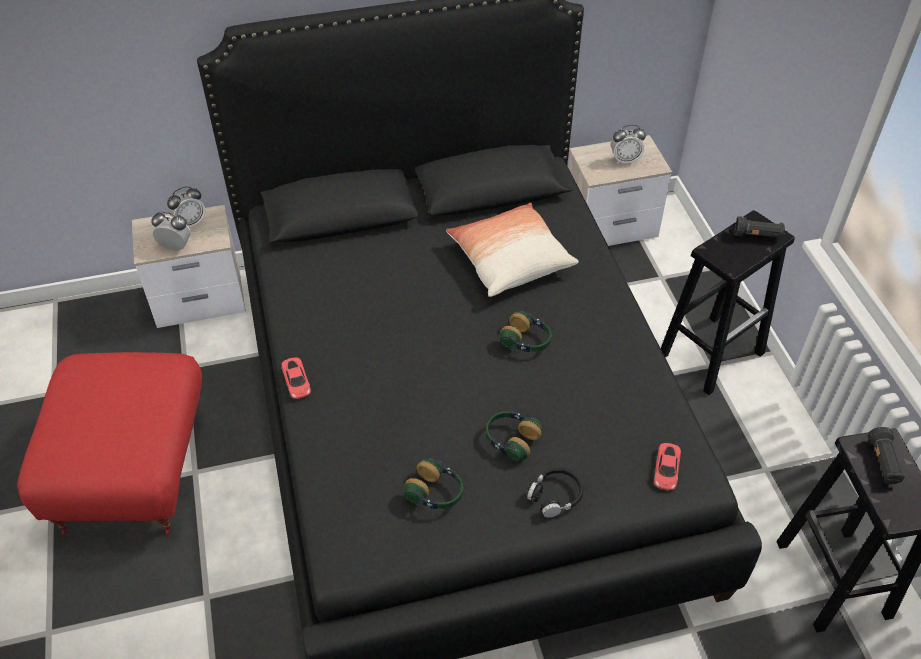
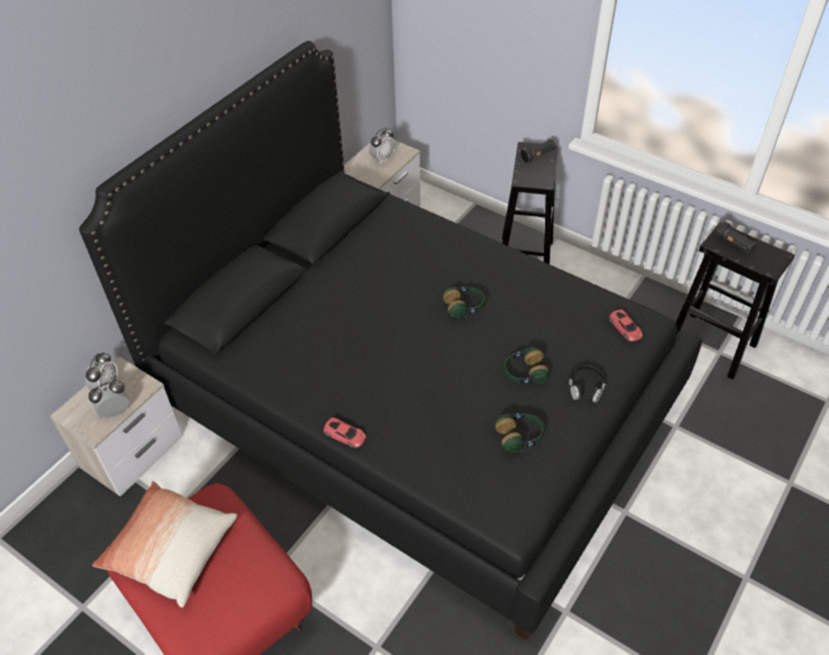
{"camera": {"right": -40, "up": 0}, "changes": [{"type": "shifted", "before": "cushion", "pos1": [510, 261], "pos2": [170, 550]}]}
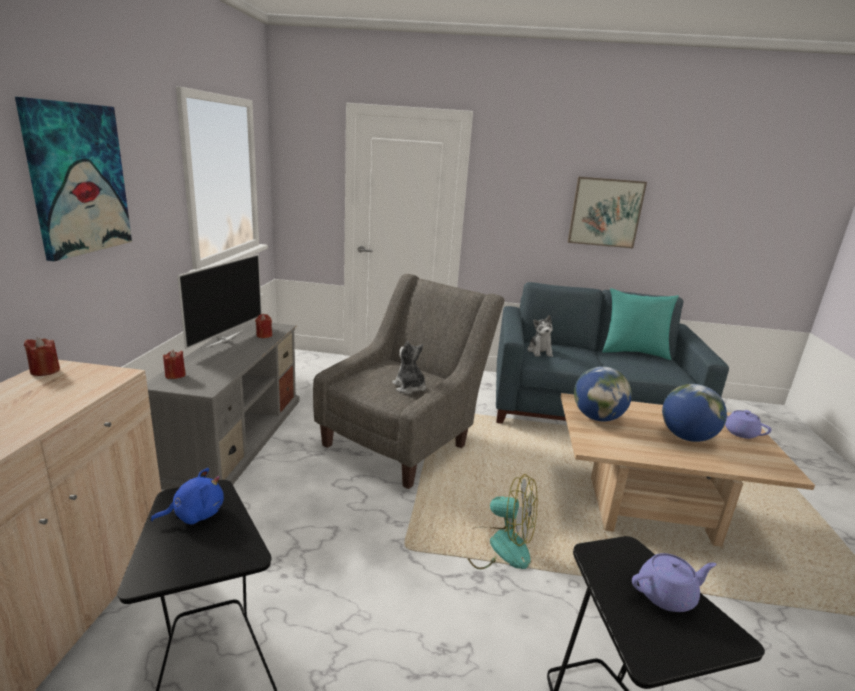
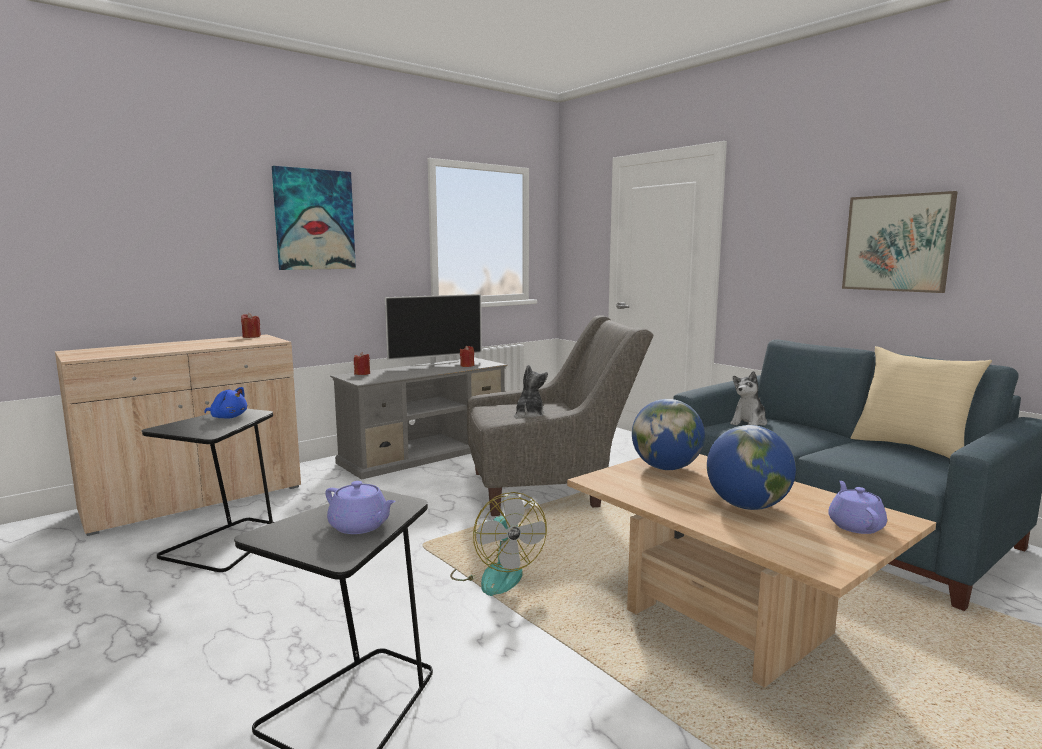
{"camera": {"right": 45, "up": -10}, "changes": [{"type": "repainted", "before": "turquoise-coloured cushion", "after": "sand-coloured cushion", "pos1": [633, 352], "pos2": [911, 447]}]}
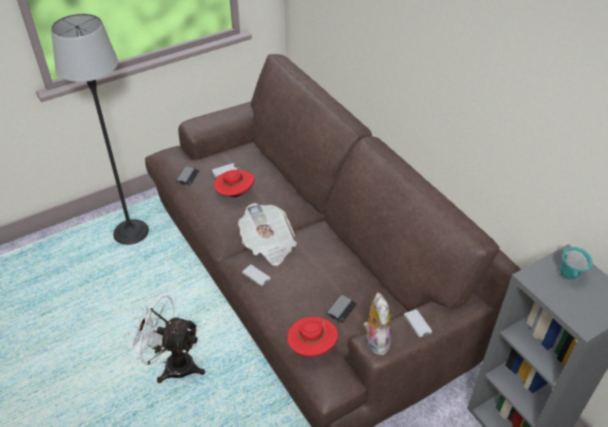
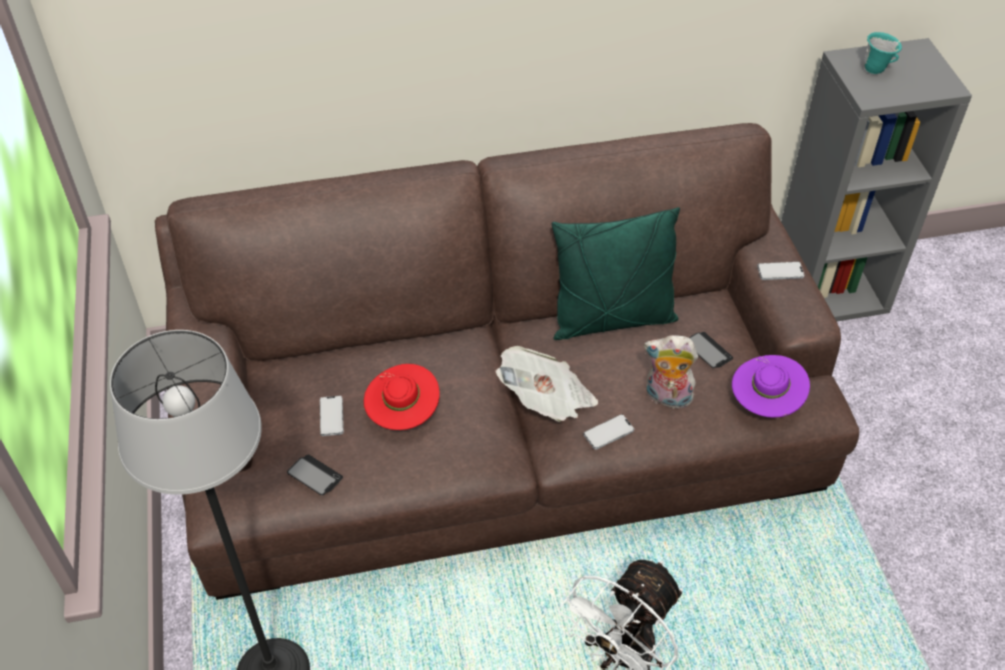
{"camera": {"right": -70, "up": 5}, "changes": [{"type": "repainted", "before": "red-coloured hat", "after": "purple-coloured hat", "pos1": [312, 347], "pos2": [765, 403]}, {"type": "shifted", "before": "cuddly toy", "pos1": [375, 340], "pos2": [666, 398]}, {"type": "new", "after": "green cushion", "pos2": [612, 319]}]}
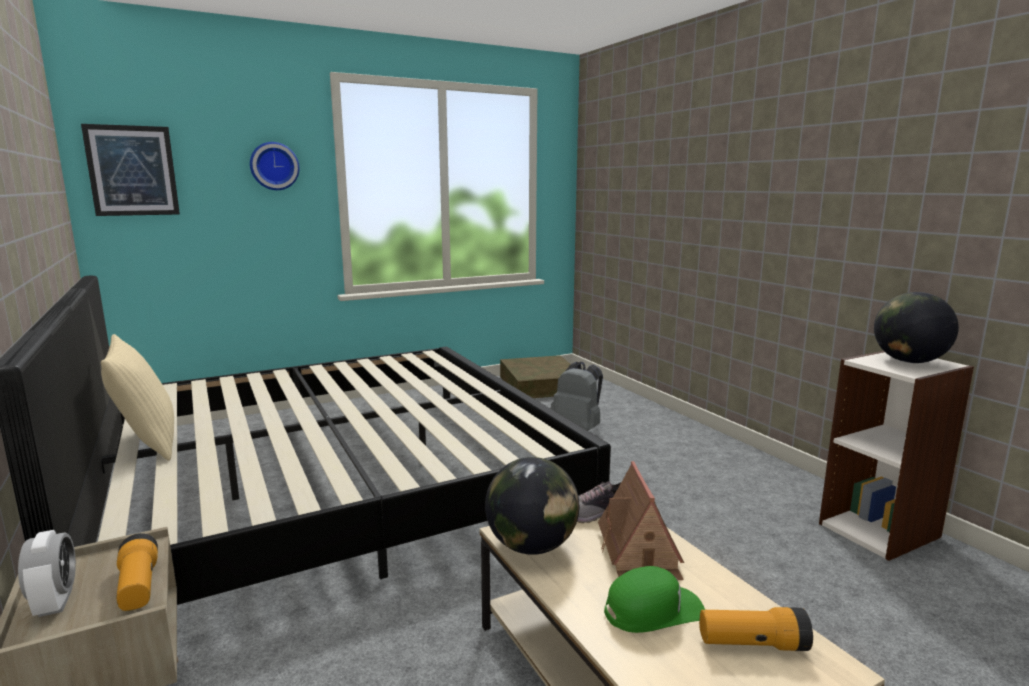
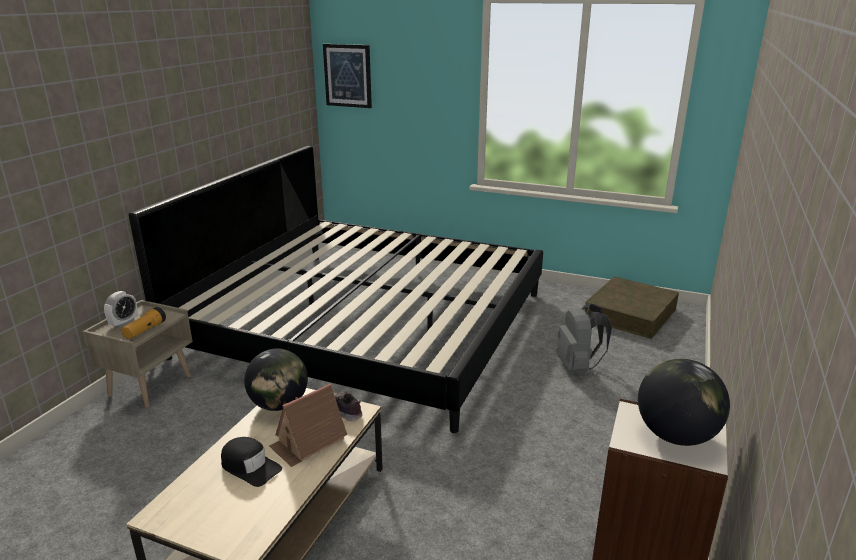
{"camera": {"right": 50, "up": 10}, "changes": [{"type": "gone", "before": "sand-coloured cushion", "pos1": [148, 444]}, {"type": "gone", "before": "wall clock", "pos1": [274, 166]}, {"type": "repainted", "before": "green cap", "after": "black-coloured cap", "pos1": [653, 610], "pos2": [250, 466]}, {"type": "gone", "before": "hand torch", "pos1": [752, 644]}]}
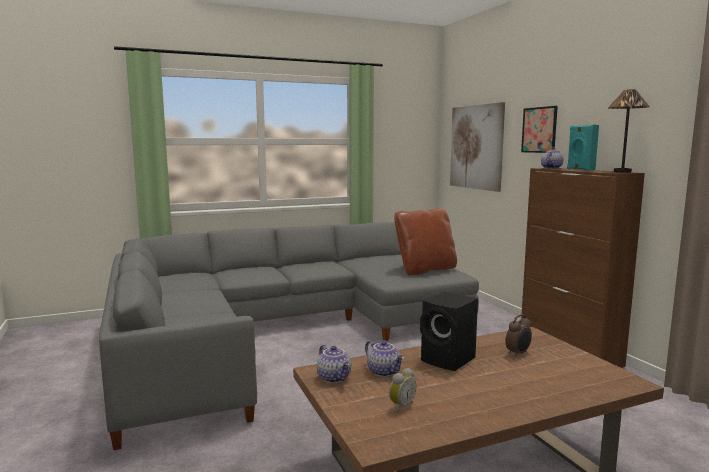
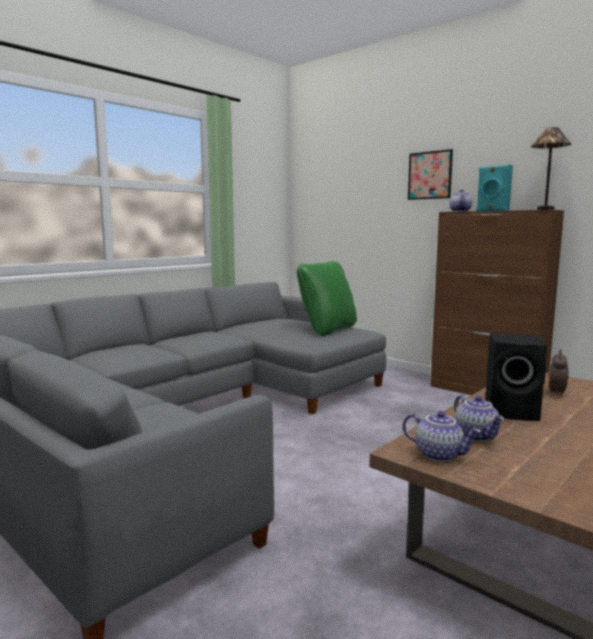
{"camera": {"right": -25, "up": 0}, "changes": [{"type": "rotated", "before": "pot for tea", "pos1": [384, 372], "pos2": [477, 436], "turn": 45}, {"type": "gone", "before": "alarm clock", "pos1": [401, 406]}, {"type": "repainted", "before": "brownish cushion", "after": "green cushion", "pos1": [425, 270], "pos2": [327, 330]}, {"type": "gone", "before": "wall art", "pos1": [476, 147]}]}
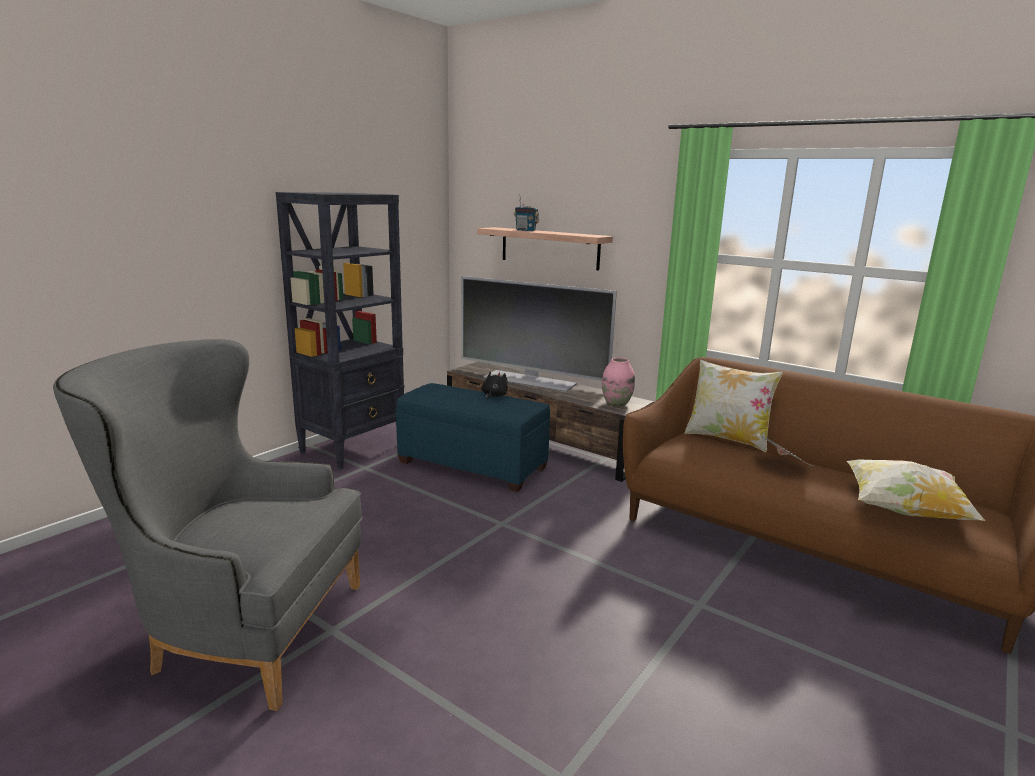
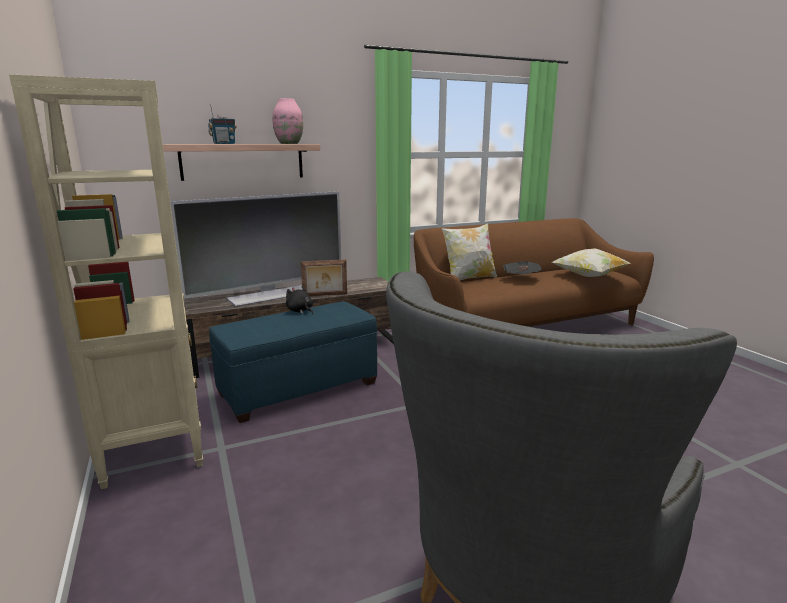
{"camera": {"right": -60, "up": 0}, "changes": [{"type": "repainted", "before": "black-coloured bookcase", "after": "sand-coloured bookcase", "pos1": [353, 448], "pos2": [154, 444]}, {"type": "shifted", "before": "pinkish decorative vase", "pos1": [616, 403], "pos2": [289, 143]}, {"type": "new", "after": "photo frame", "pos2": [325, 295]}]}
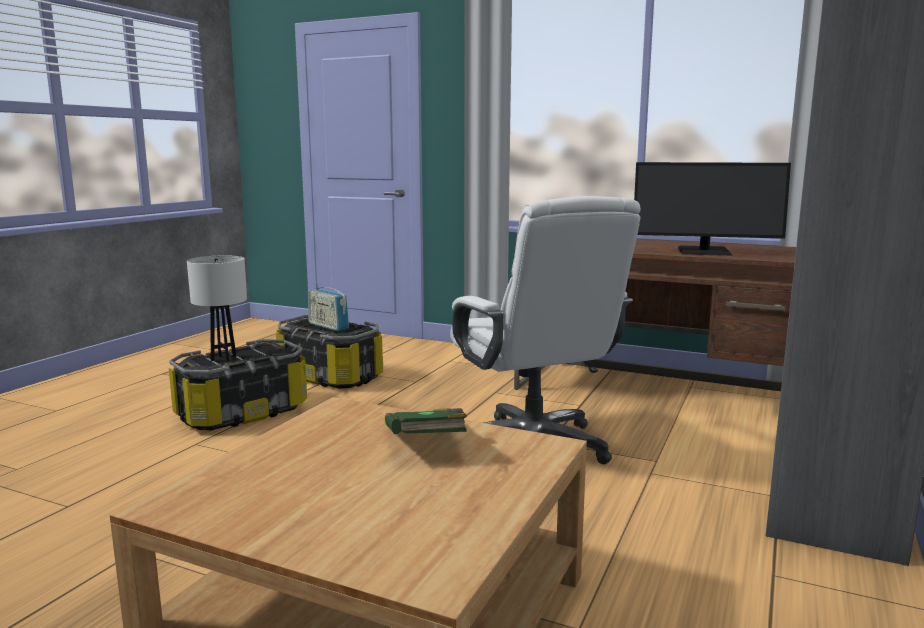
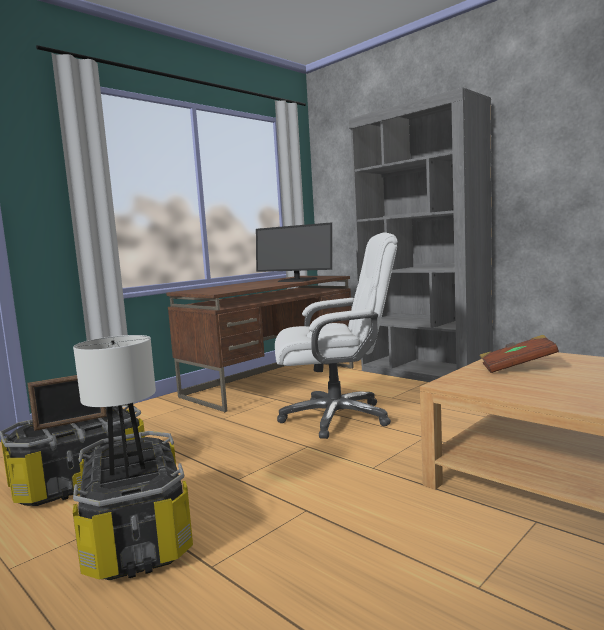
{"camera": {"right": -70, "up": -5}, "changes": [{"type": "swapped", "before": "radio set", "after": "photo frame", "pos1": [328, 326], "pos2": [71, 423]}, {"type": "repainted", "before": "green volume", "after": "brownish volume", "pos1": [426, 443], "pos2": [517, 368]}, {"type": "rotated", "before": "computer display", "pos1": [704, 252], "pos2": [296, 280], "turn": 90}]}
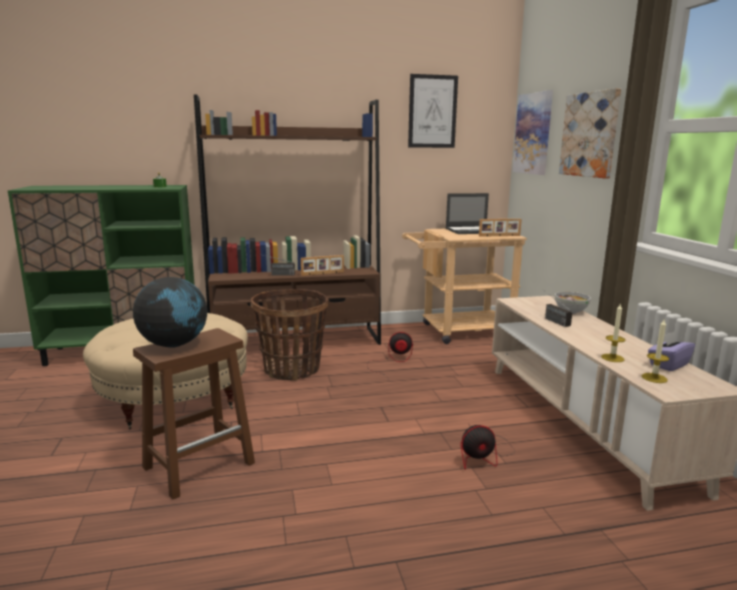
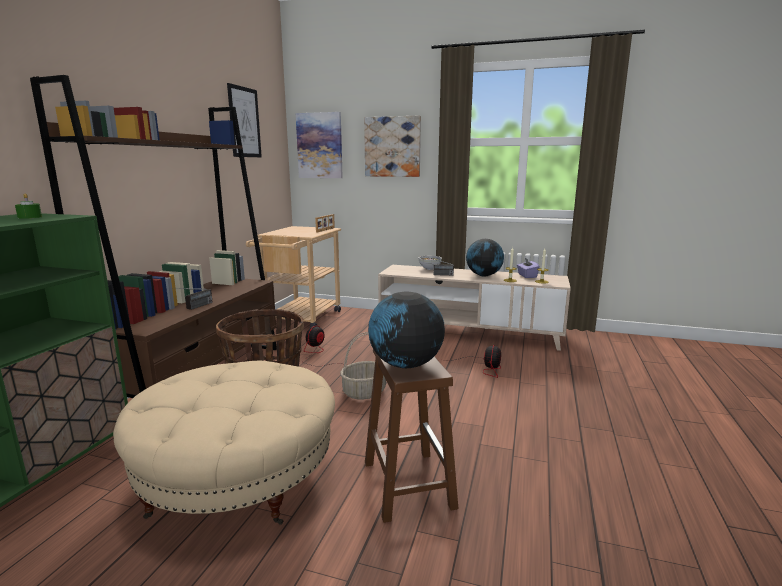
{"camera": {"right": -60, "up": 0}, "changes": [{"type": "gone", "before": "photo frame", "pos1": [323, 274]}, {"type": "gone", "before": "notebook computer", "pos1": [472, 231]}, {"type": "new", "after": "basket", "pos2": [364, 391]}, {"type": "new", "after": "globe", "pos2": [484, 275]}]}
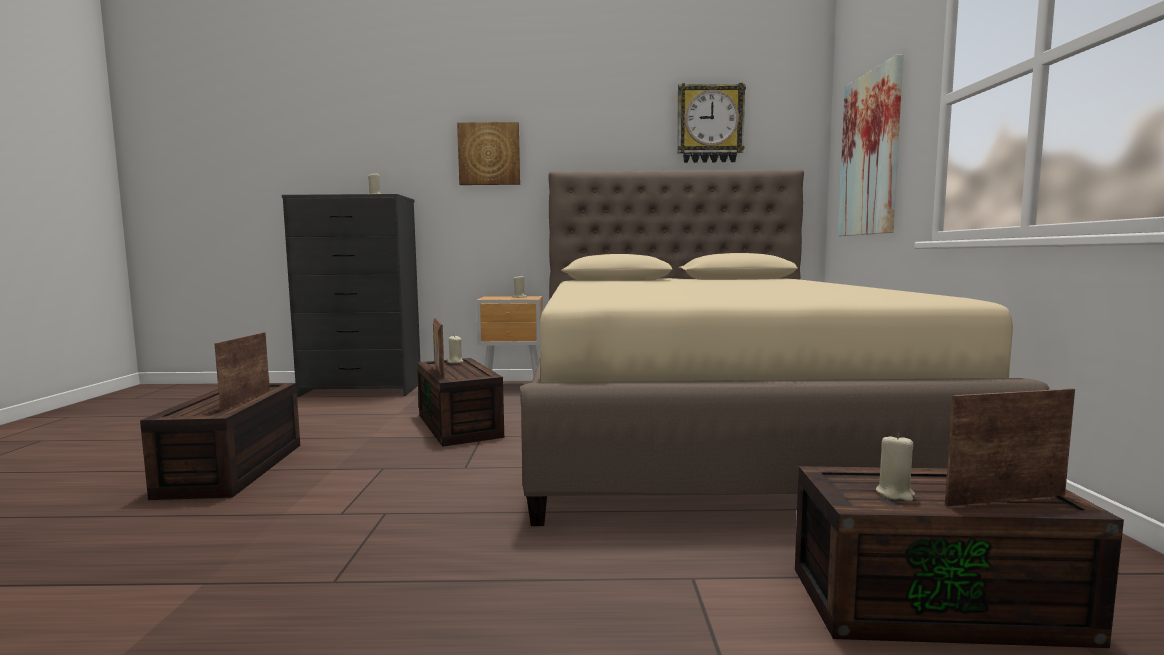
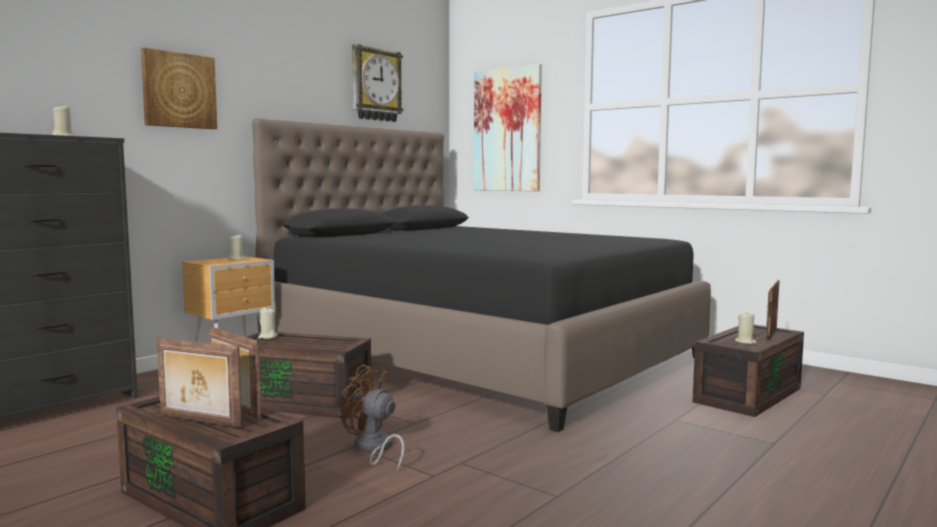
{"camera": {"right": -50, "up": 0}, "changes": [{"type": "shifted", "before": "photo frame", "pos1": [439, 372], "pos2": [199, 421]}, {"type": "repainted", "before": "sand-coloured bed", "after": "black-coloured bed", "pos1": [707, 427], "pos2": [479, 353]}, {"type": "new", "after": "brownish cooling fan", "pos2": [374, 449]}]}
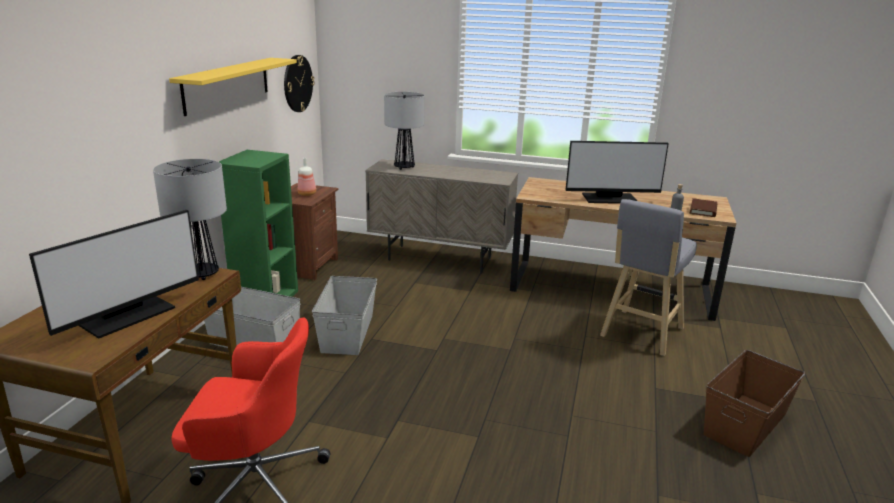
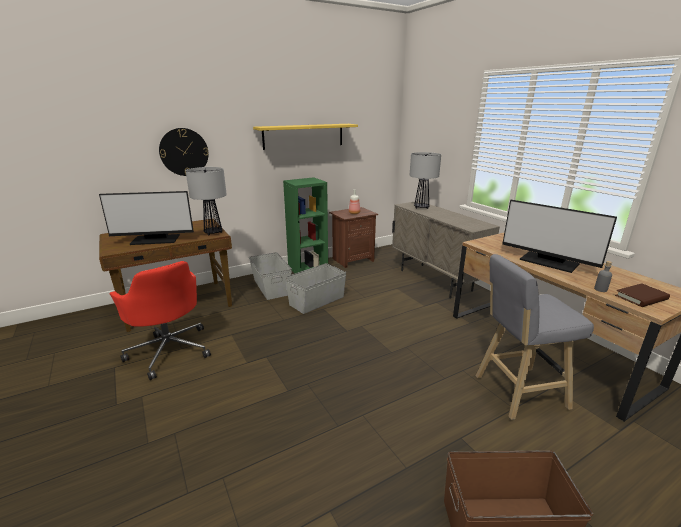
{"camera": {"right": 45, "up": 0}, "changes": [{"type": "shifted", "before": "wall clock", "pos1": [297, 83], "pos2": [184, 152]}]}
